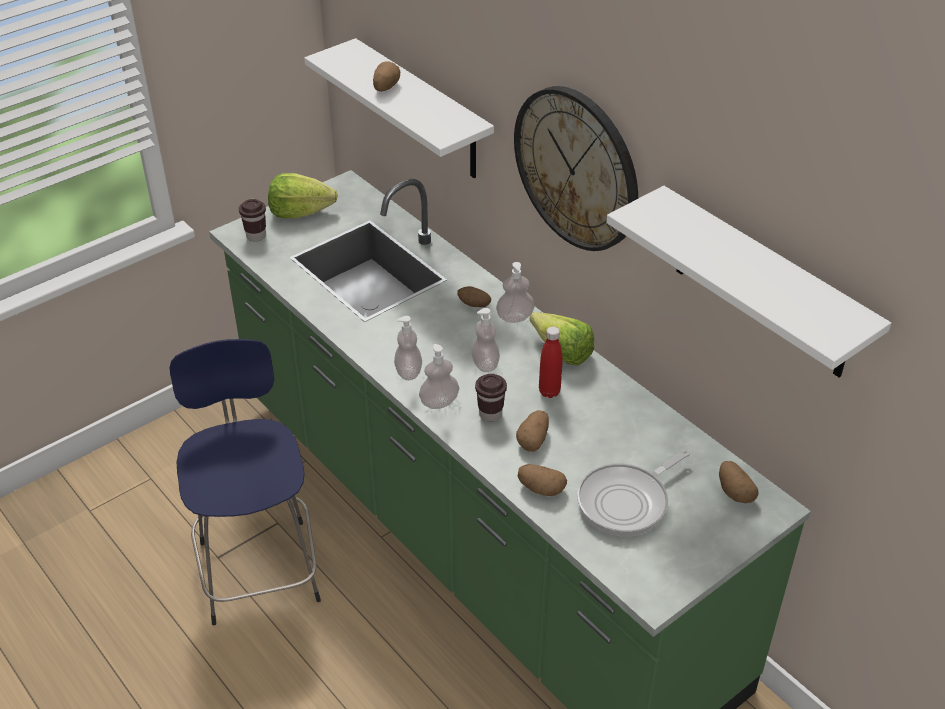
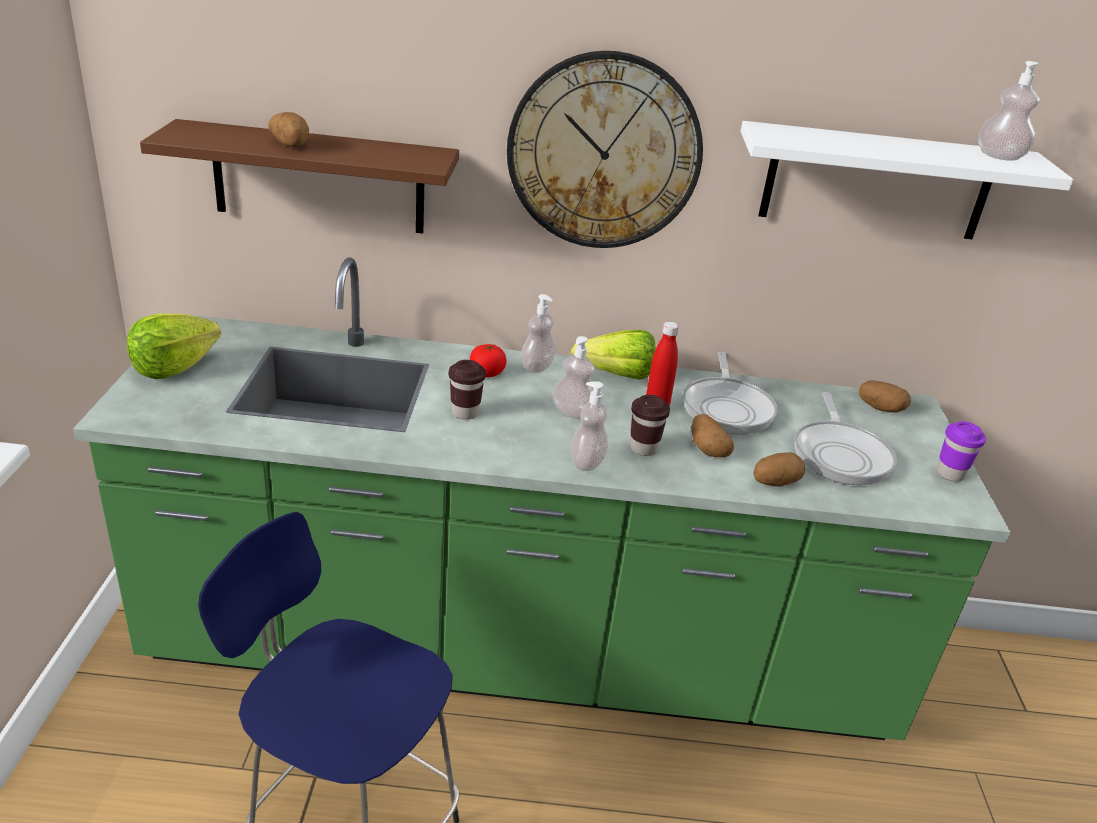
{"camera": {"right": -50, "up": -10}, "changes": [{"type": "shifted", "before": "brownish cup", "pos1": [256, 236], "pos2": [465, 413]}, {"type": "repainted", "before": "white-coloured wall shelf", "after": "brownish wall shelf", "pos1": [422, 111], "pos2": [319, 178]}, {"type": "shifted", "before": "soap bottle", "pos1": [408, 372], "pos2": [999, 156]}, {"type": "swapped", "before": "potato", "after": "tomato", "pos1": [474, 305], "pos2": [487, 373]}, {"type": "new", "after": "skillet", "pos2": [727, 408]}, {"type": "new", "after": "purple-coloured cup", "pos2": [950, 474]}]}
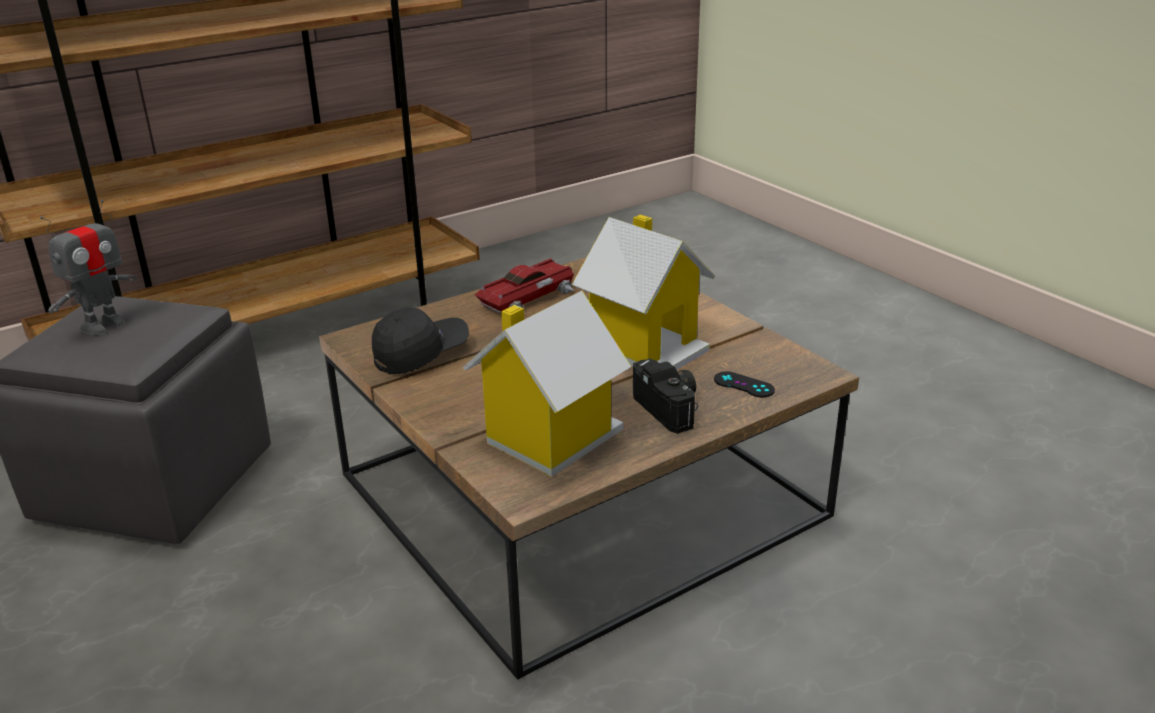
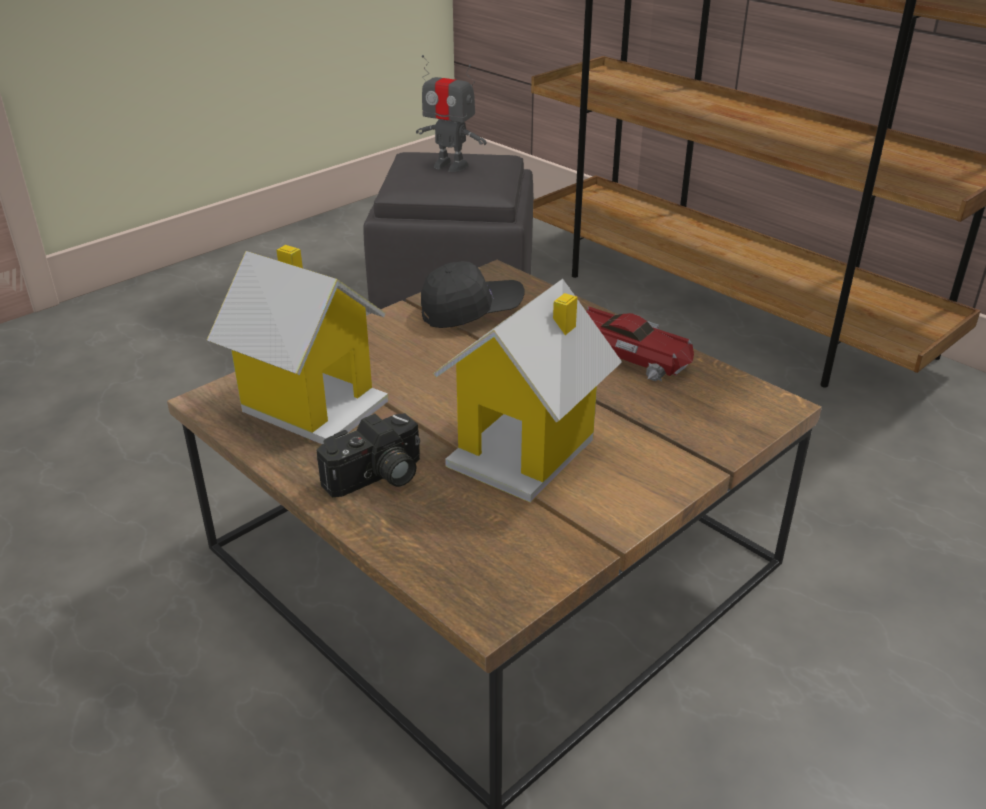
{"camera": {"right": 80, "up": 5}, "changes": [{"type": "rotated", "before": "black-coloured cap", "pos1": [421, 354], "pos2": [471, 312], "turn": -60}, {"type": "gone", "before": "black-coloured joypad", "pos1": [743, 385]}]}
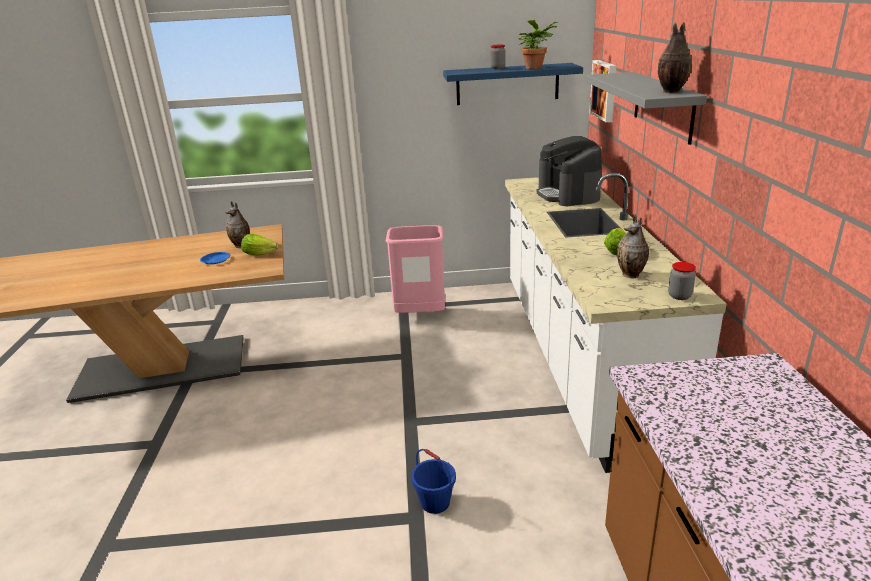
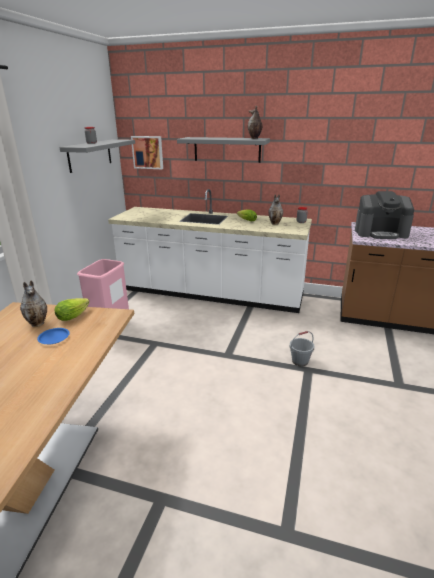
{"camera": {"right": -70, "up": 0}, "changes": [{"type": "repainted", "before": "bluish bucket", "after": "gray bucket", "pos1": [435, 502], "pos2": [300, 361]}, {"type": "repainted", "before": "bluish wall shelf", "after": "gray wall shelf", "pos1": [507, 84], "pos2": [90, 155]}, {"type": "gone", "before": "potted plant", "pos1": [535, 67]}, {"type": "shifted", "before": "coffee maker", "pos1": [568, 194], "pos2": [381, 233]}]}
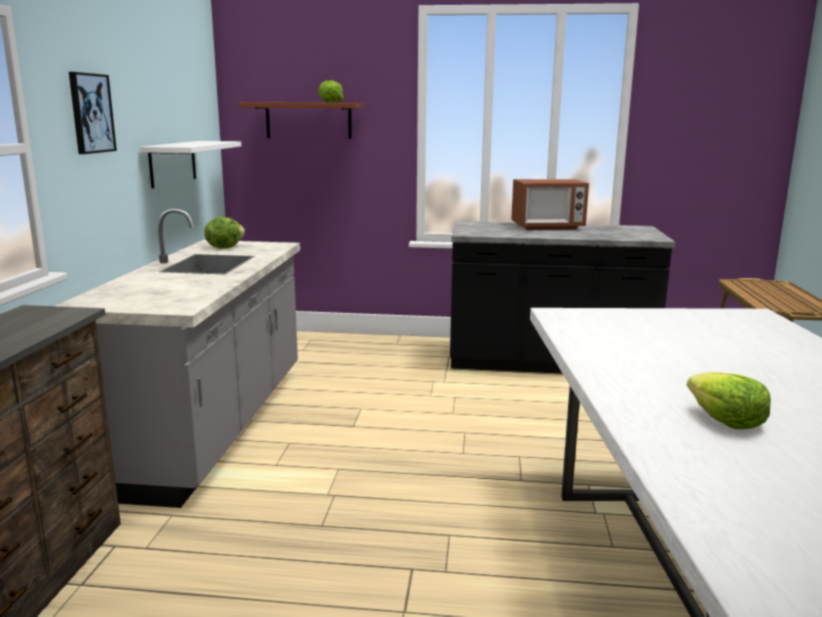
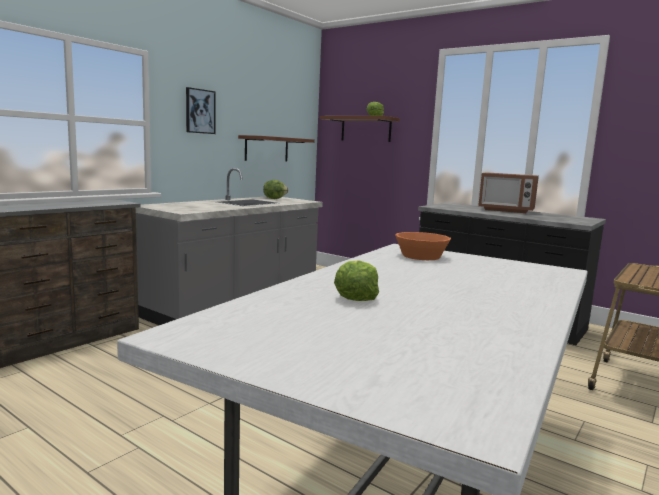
{"camera": {"right": 30, "up": -5}, "changes": [{"type": "repainted", "before": "white-coloured wall shelf", "after": "brownish wall shelf", "pos1": [173, 163], "pos2": [266, 149]}, {"type": "new", "after": "orange-coloured deep dish", "pos2": [421, 256]}]}
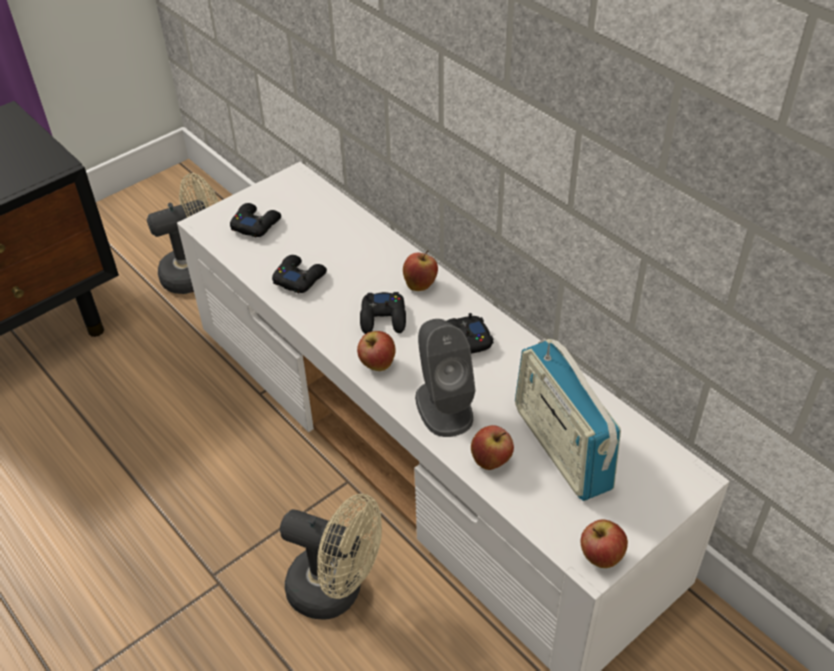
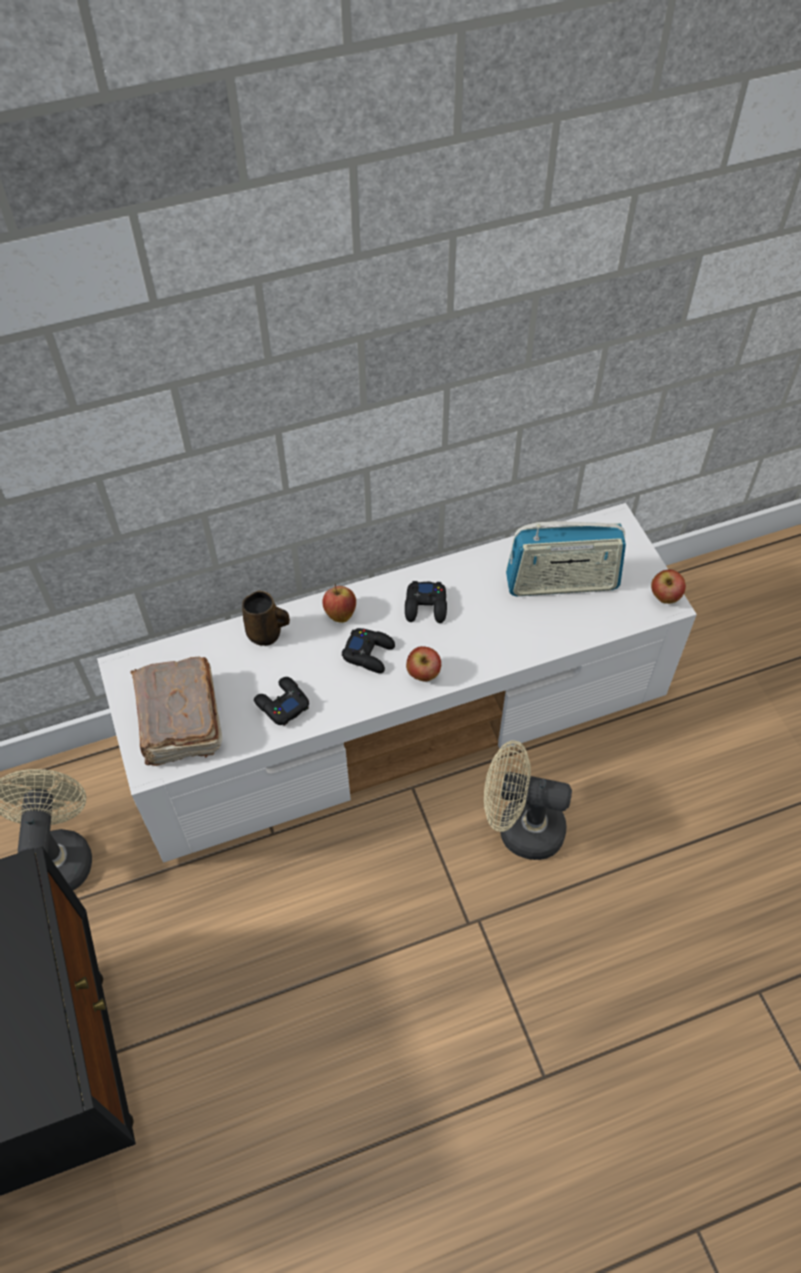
{"camera": {"right": -70, "up": 10}, "changes": [{"type": "swapped", "before": "black-coloured joypad", "after": "brownish volume", "pos1": [255, 224], "pos2": [179, 722]}, {"type": "rotated", "before": "sand-coloured cooling fan", "pos1": [336, 590], "pos2": [520, 828], "turn": -120}, {"type": "gone", "before": "gray audio speaker", "pos1": [443, 406]}, {"type": "gone", "before": "apple", "pos1": [491, 461]}, {"type": "new", "after": "brownish coffee mug", "pos2": [266, 634]}]}
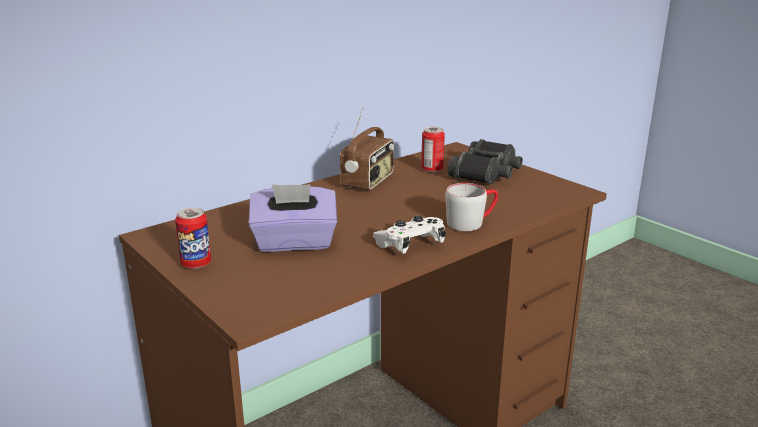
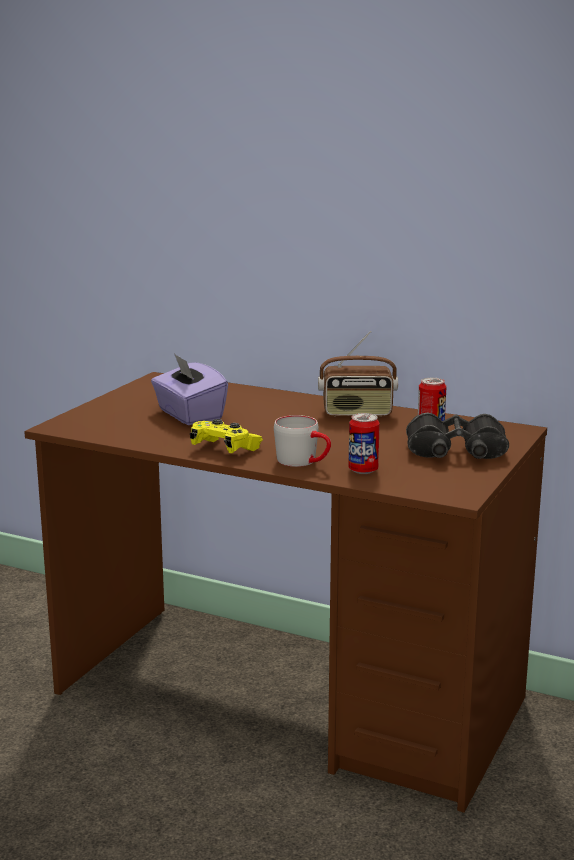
{"camera": {"right": 65, "up": -5}, "changes": [{"type": "shifted", "before": "can", "pos1": [196, 264], "pos2": [363, 470]}, {"type": "repainted", "before": "white-coloured joypad", "after": "yellowish joypad", "pos1": [410, 245], "pos2": [225, 448]}]}
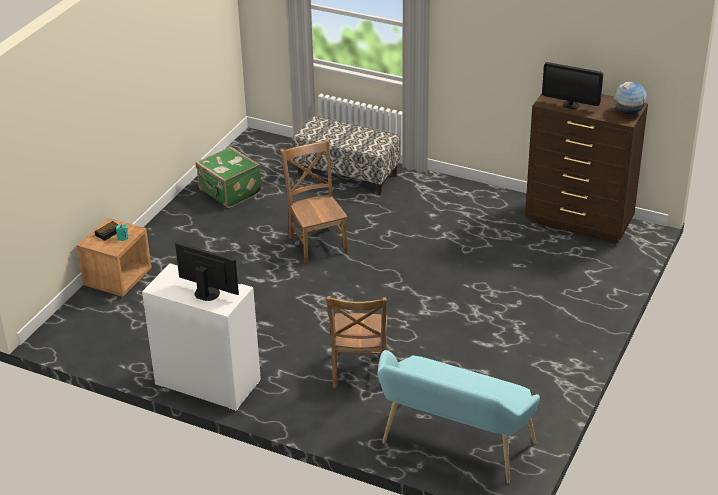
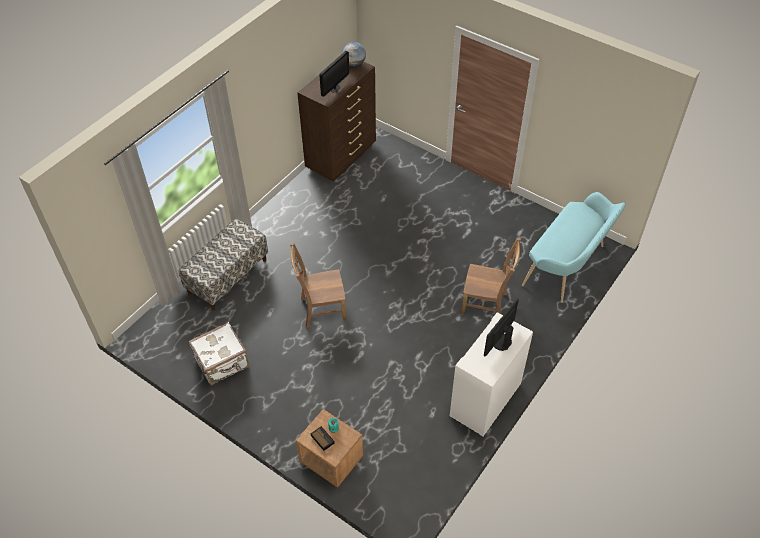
{"camera": {"right": -80, "up": 15}, "changes": [{"type": "repainted", "before": "green suitcase", "after": "white-coloured suitcase", "pos1": [229, 192], "pos2": [222, 363]}]}
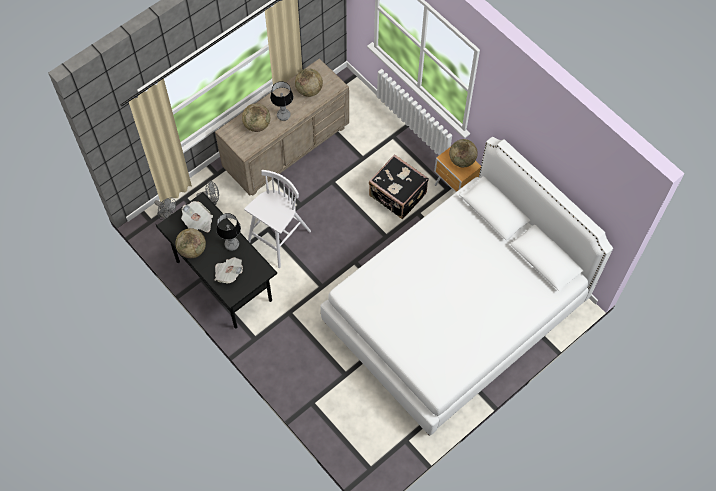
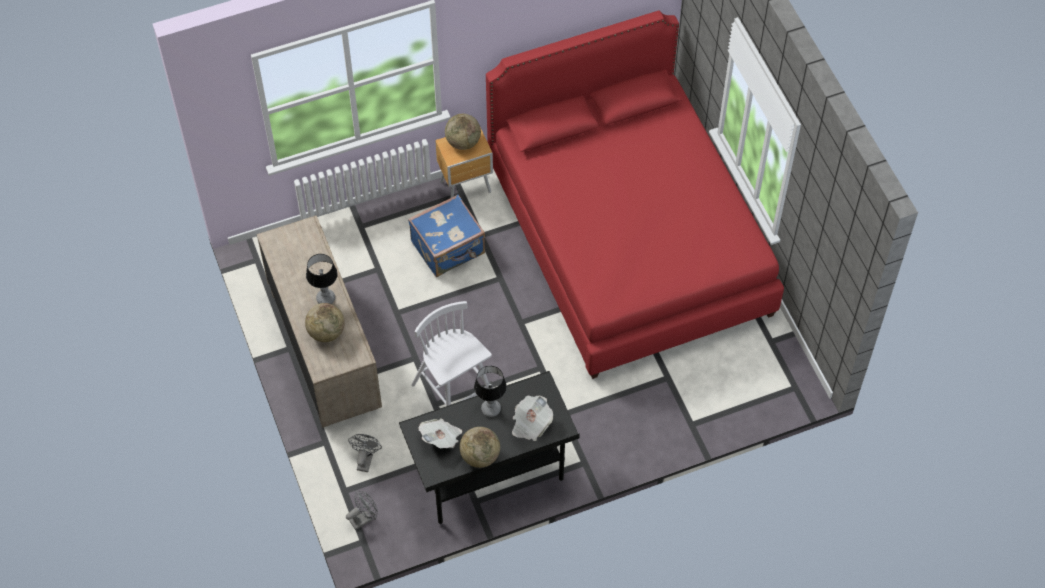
{"camera": {"right": -70, "up": -5}, "changes": [{"type": "gone", "before": "globe", "pos1": [309, 90]}, {"type": "repainted", "before": "white-coloured bed", "after": "red-coloured bed", "pos1": [455, 311], "pos2": [628, 239]}, {"type": "repainted", "before": "black-coloured suitcase", "after": "bluish suitcase", "pos1": [397, 196], "pos2": [448, 248]}]}
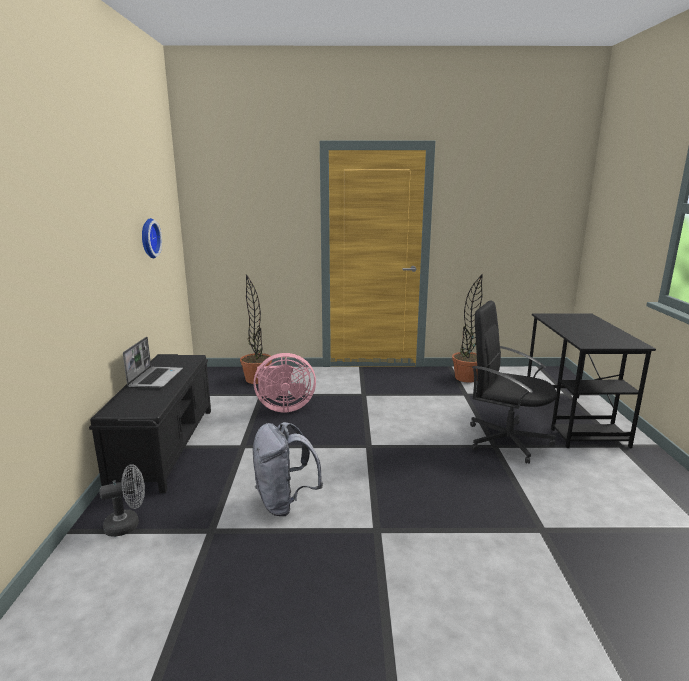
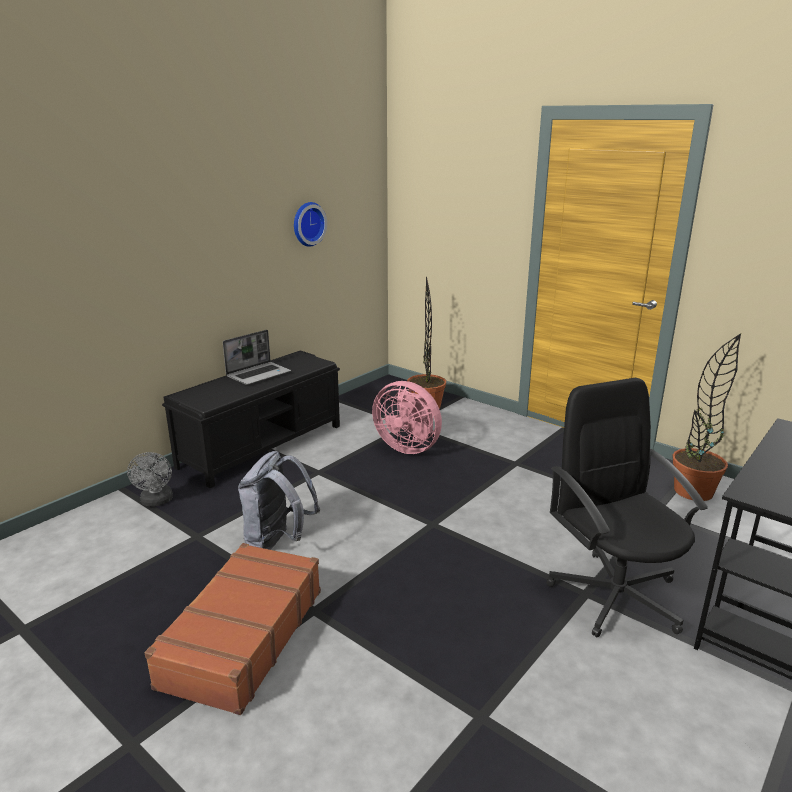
{"camera": {"right": 40, "up": 5}, "changes": [{"type": "rotated", "before": "gray cooling fan", "pos1": [128, 524], "pos2": [156, 502], "turn": 60}, {"type": "new", "after": "brownish suitcase", "pos2": [242, 637]}]}
